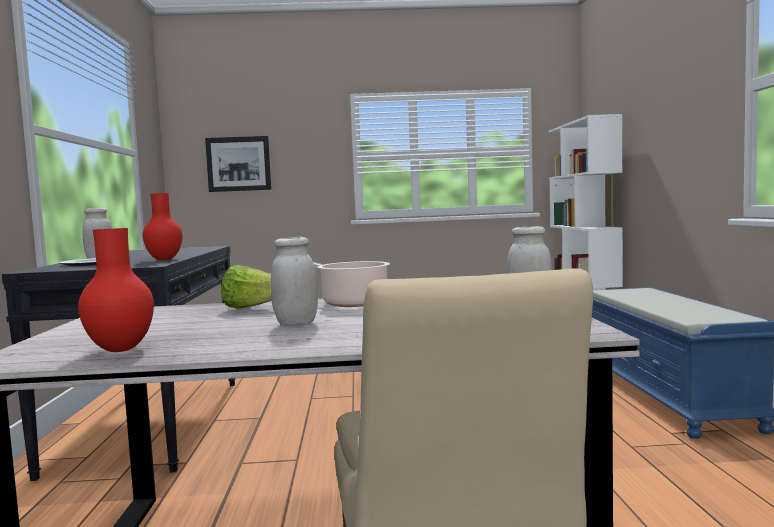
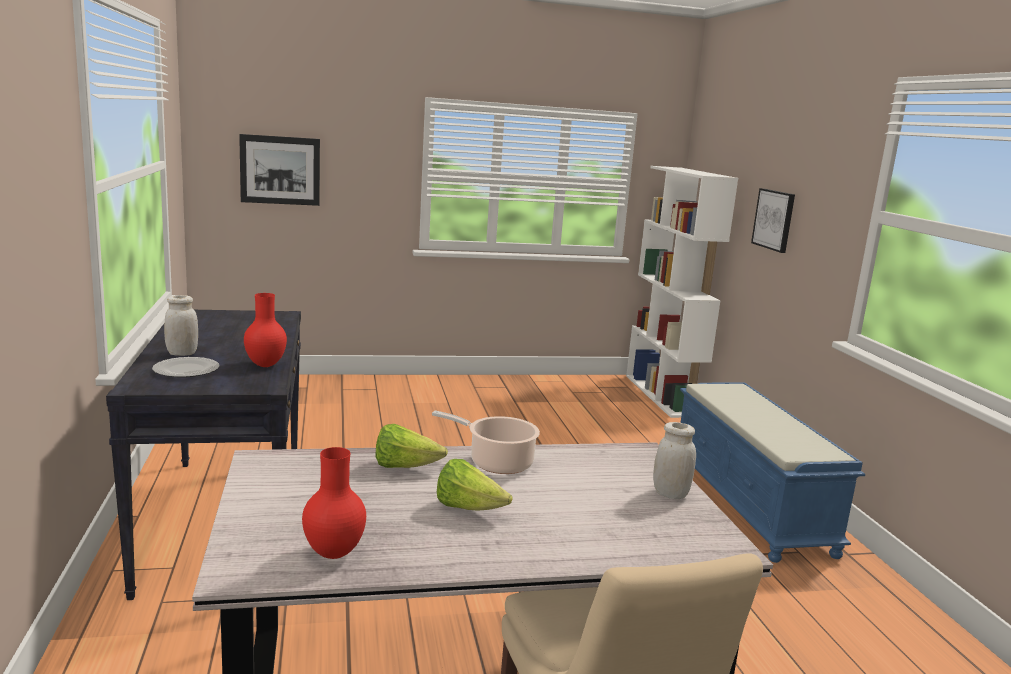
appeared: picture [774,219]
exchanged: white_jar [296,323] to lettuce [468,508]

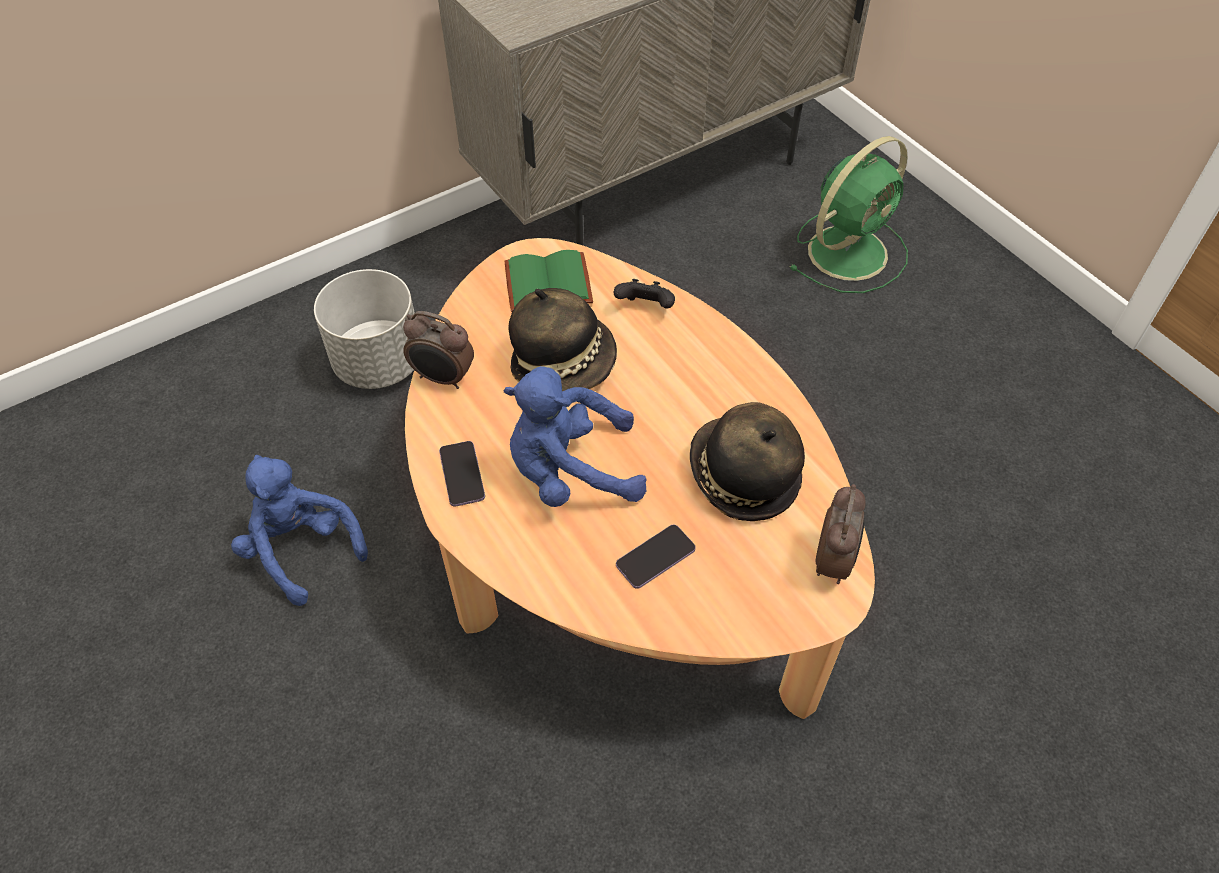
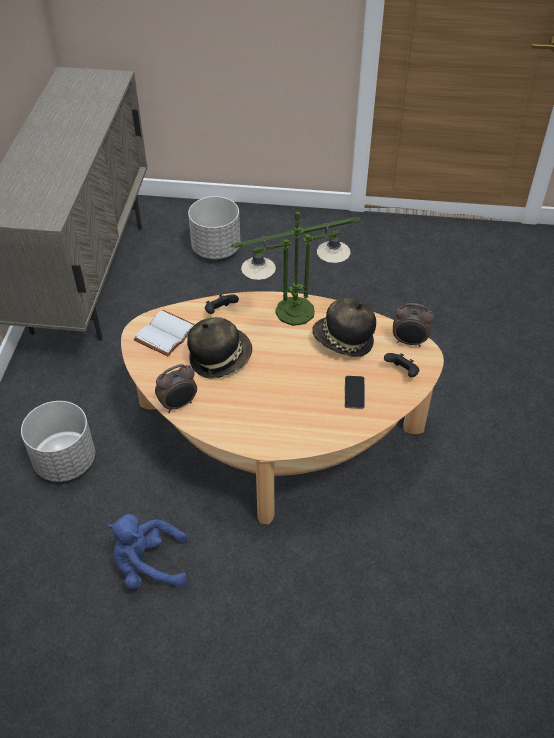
missing: phone [462,475]; blue_plush_toy [570,471]
appeared: table_lamp [295,311]; black_game_controller [402,372]
exchanged: green_fan [850,251] to grey_planter [216,248]
colour: green_book [547,286] to white_book [166,335]
spun: alarm_clock [833,561] = [409,342] 135 degrees clockwise

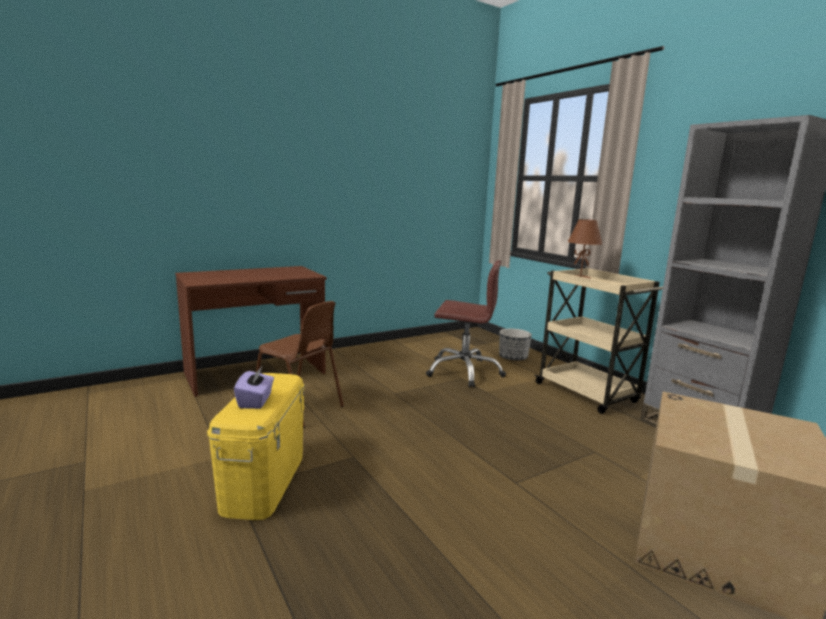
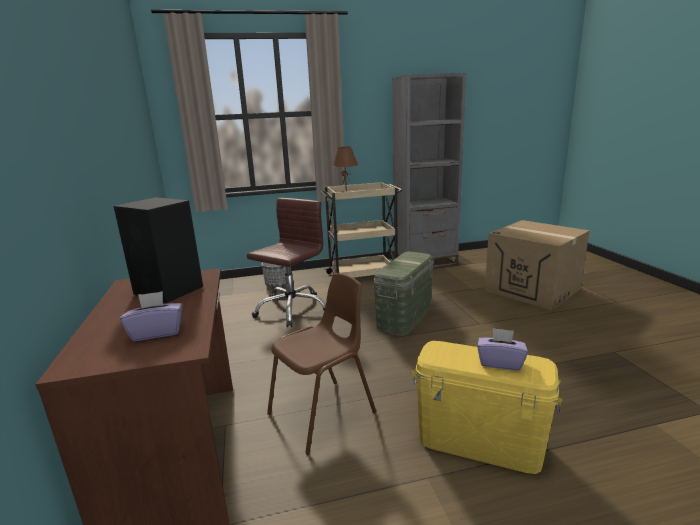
appeared: black_speaker [169,290]; purple_tissue_box [157,332]; green_storage_box [404,317]

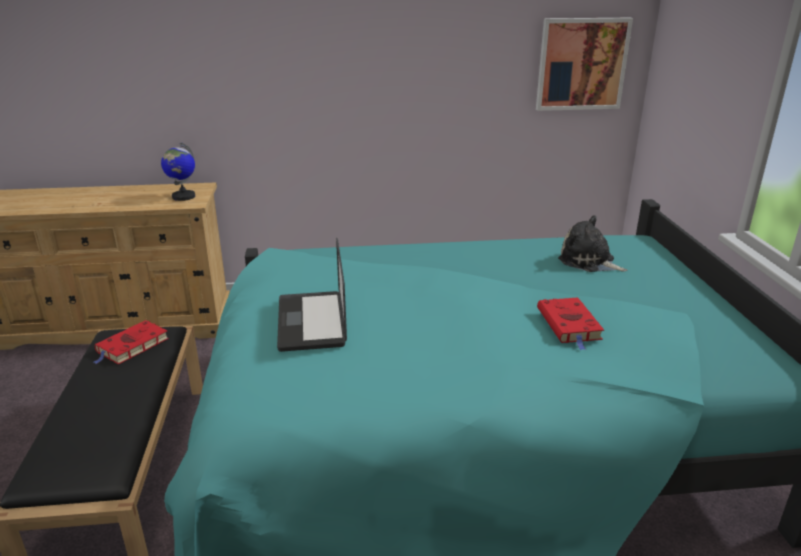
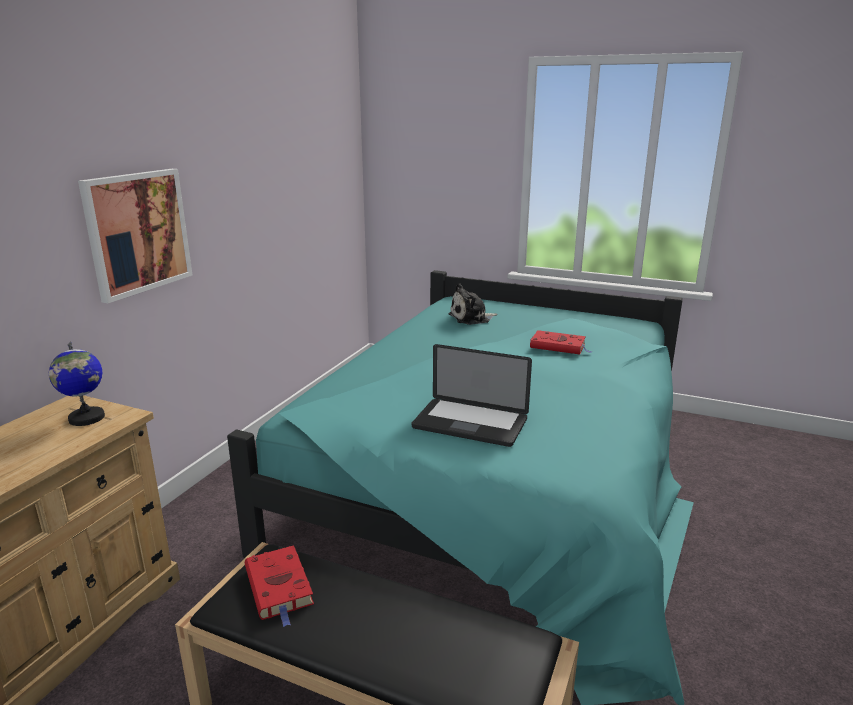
relocated: picture [581,64] to [138,232]

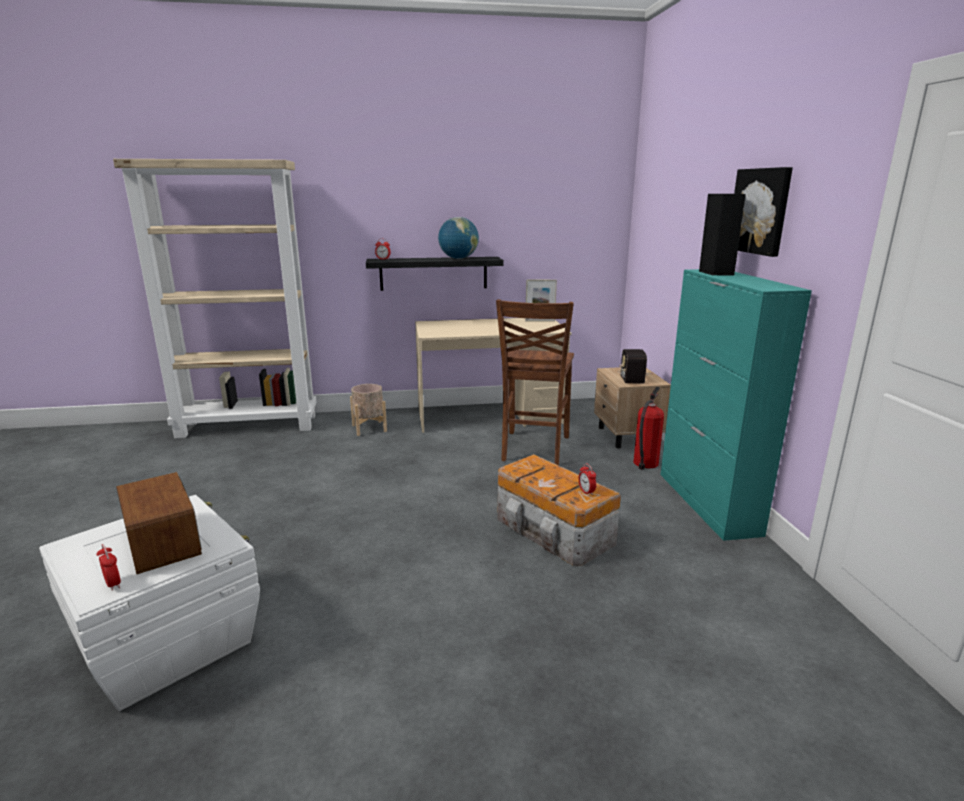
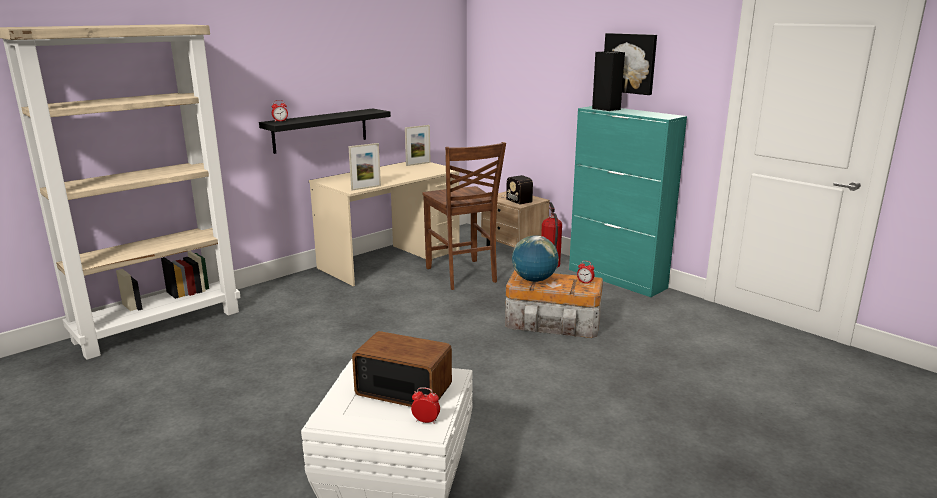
missing: beige_planter [369,428]
appeared: picture_frame [366,188]
relocated: globe [458,258] to [534,280]

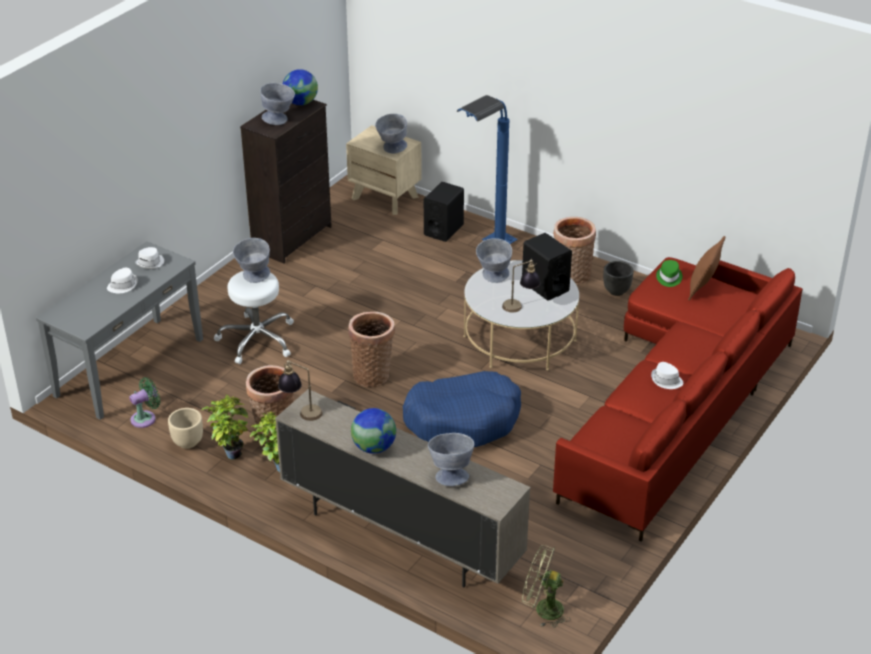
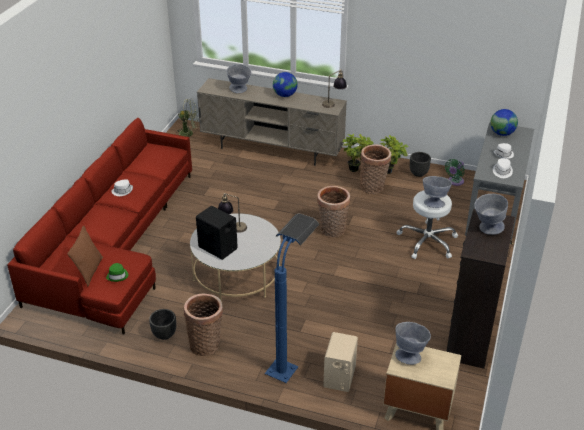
missing: blue_dog_bed [463,420]; grey_bowl [493,277]
relocated: globe [301,103] to [502,133]
colour: beige_planter [187,442] to black_planter [419,173]; black_speaker [443,230] to beige_speaker [339,377]

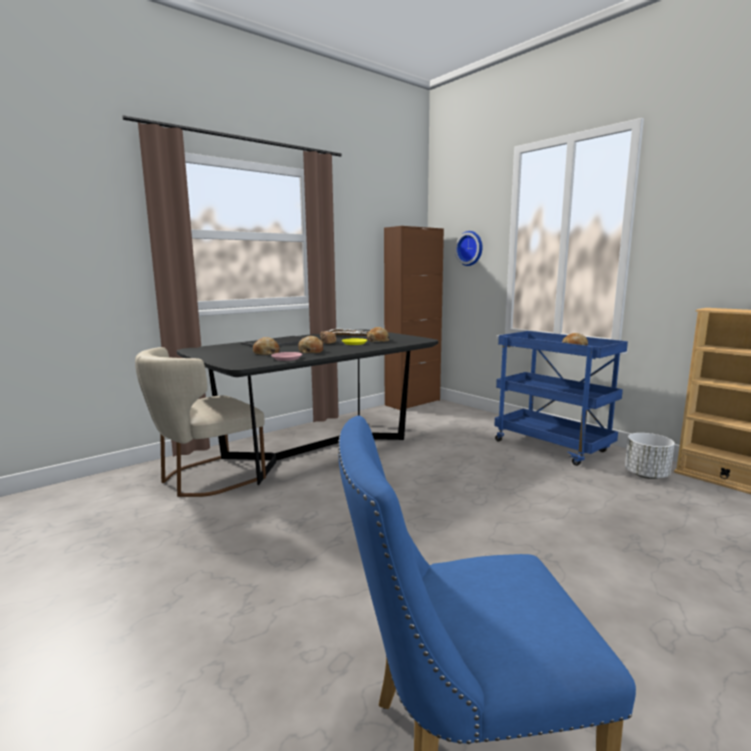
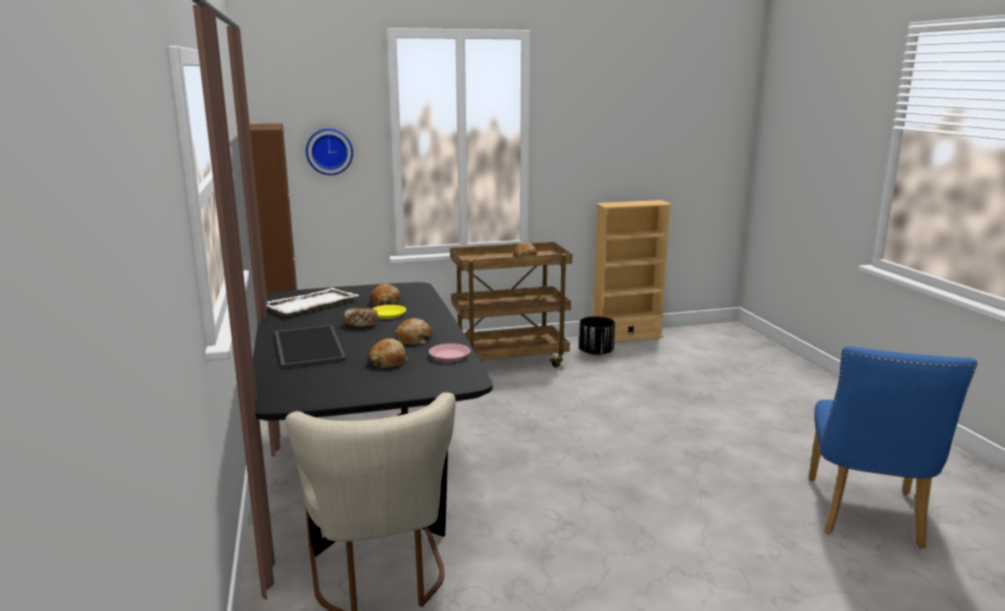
colour: blue_cart [553,447] to brown_cart [510,361]; white_planter [646,475] to black_planter [596,353]

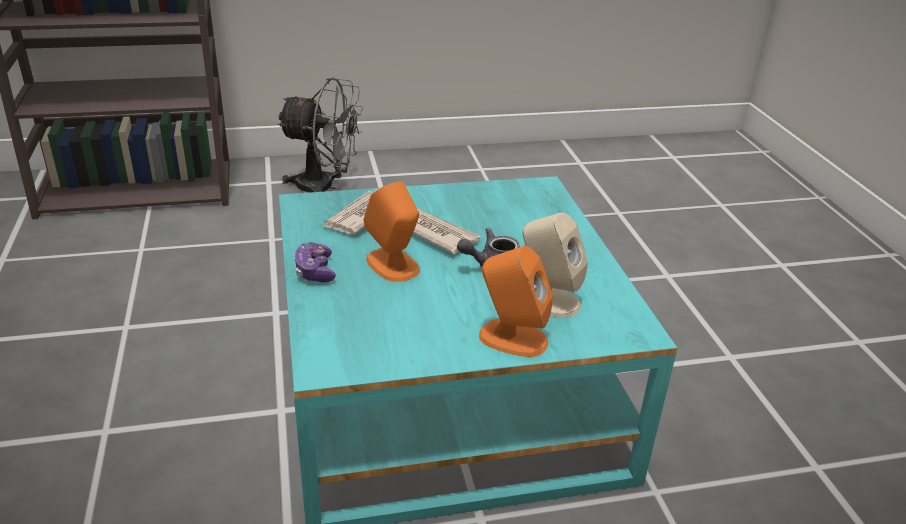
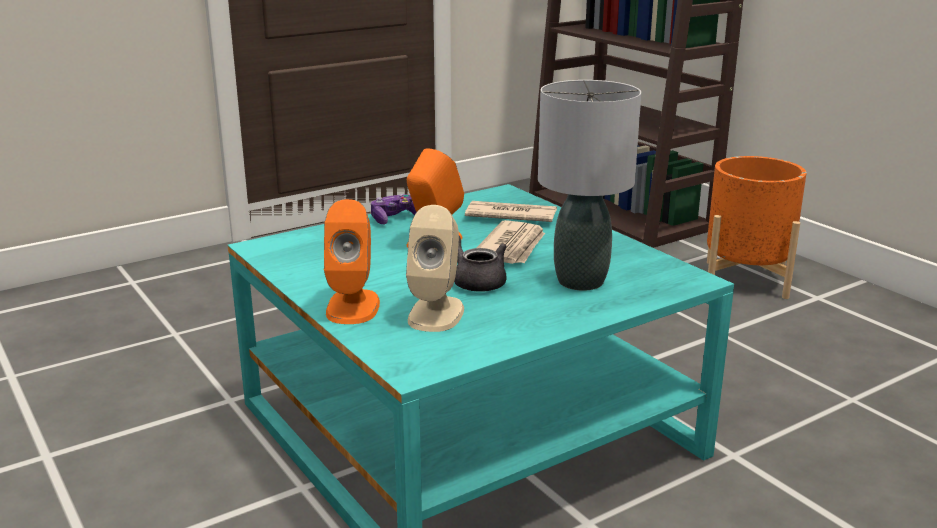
appeared: grey_table_lamp [581,281]
exchanged: grey_fan [325,188] to orange_planter [746,279]

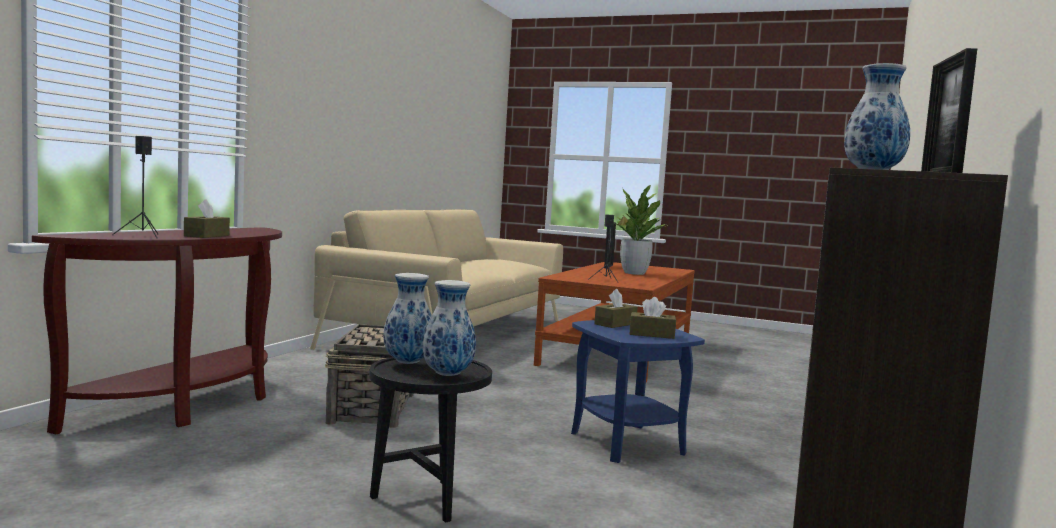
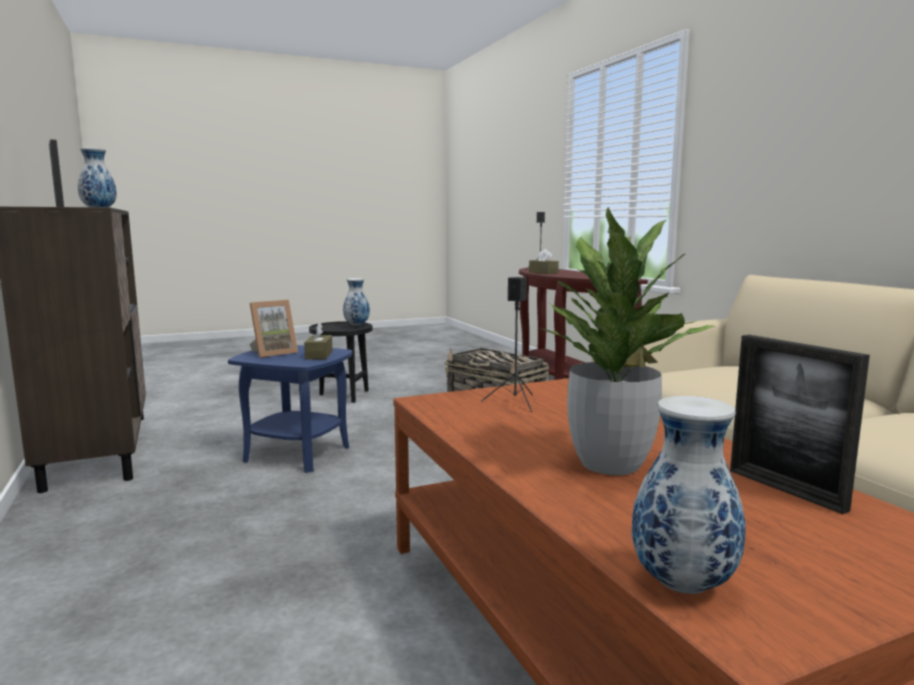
relocated: vase [447,375] to [680,583]
exchanged: brown_tissue_box [651,334] to picture_frame [273,353]

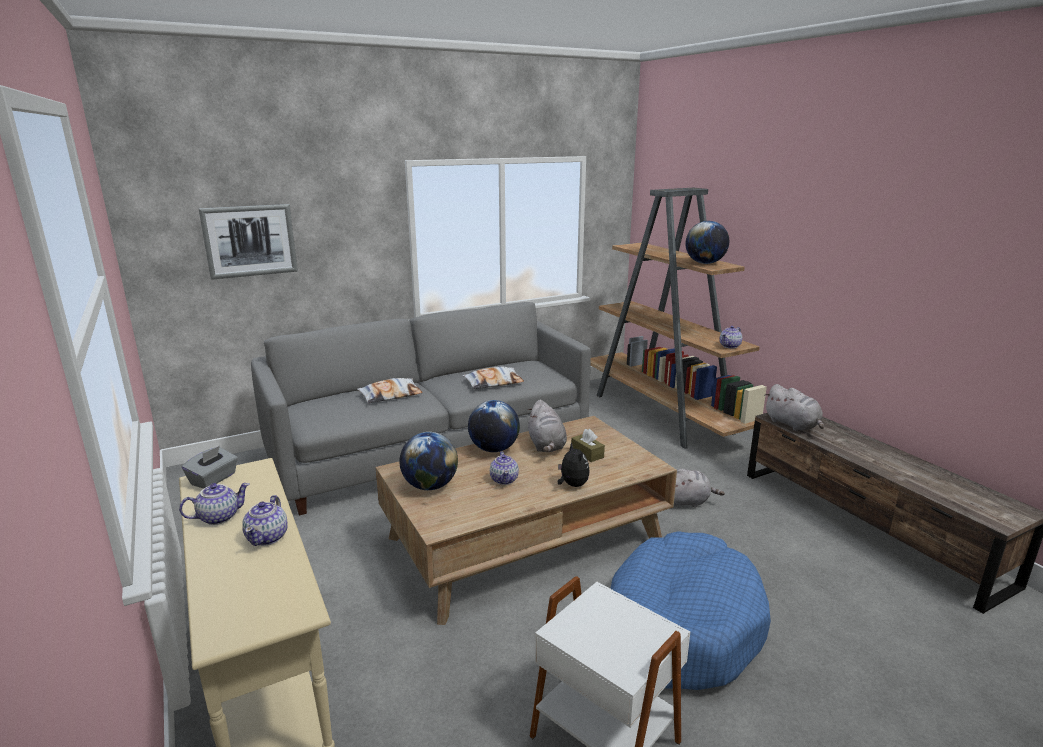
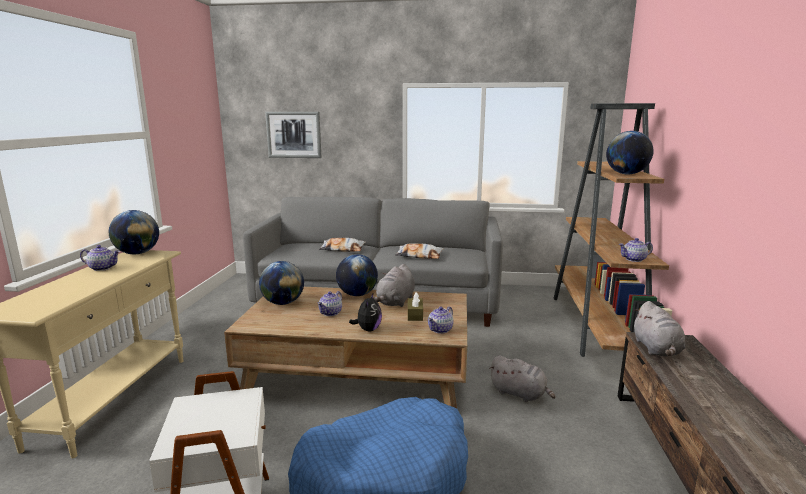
relocated: teapot [268,537] to [440,329]
exchanged: grey_tissue_box [214,479] to globe [137,253]

